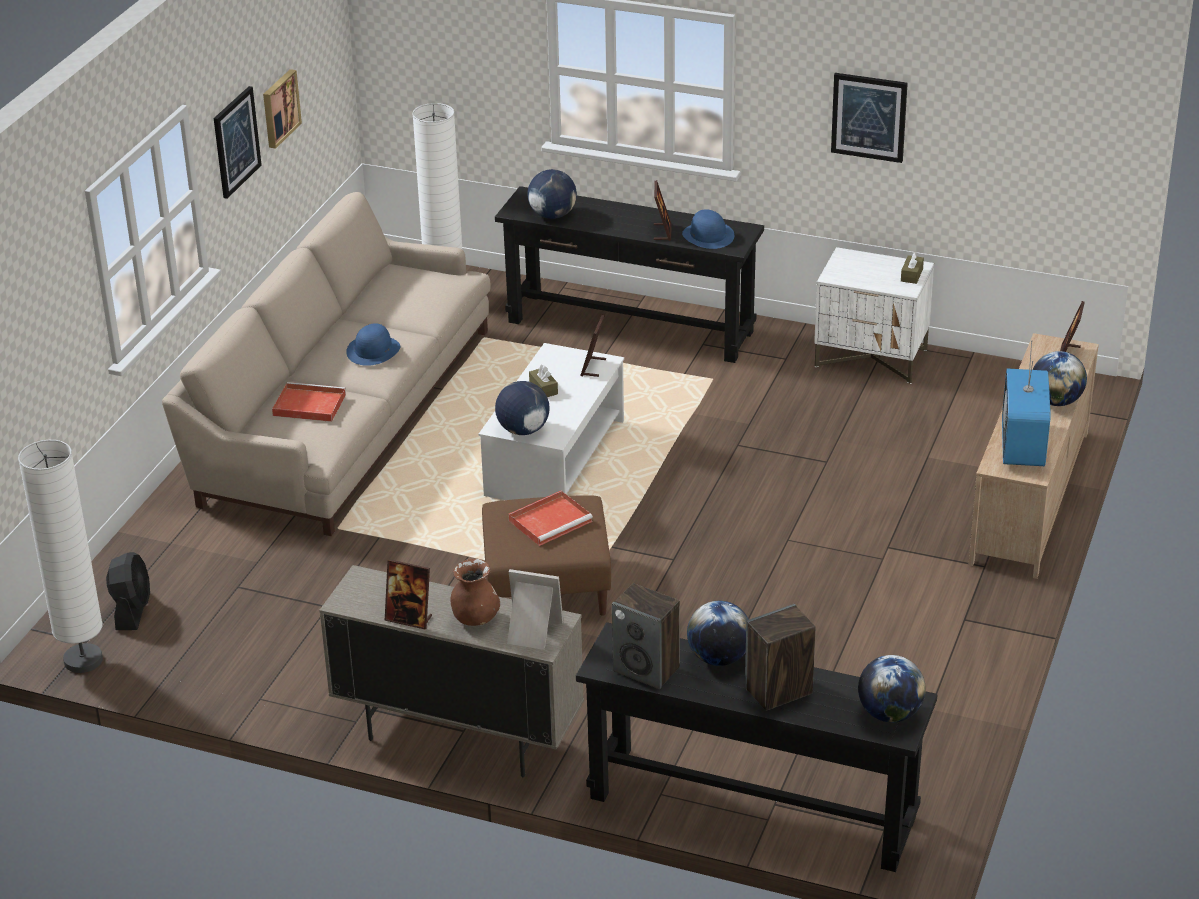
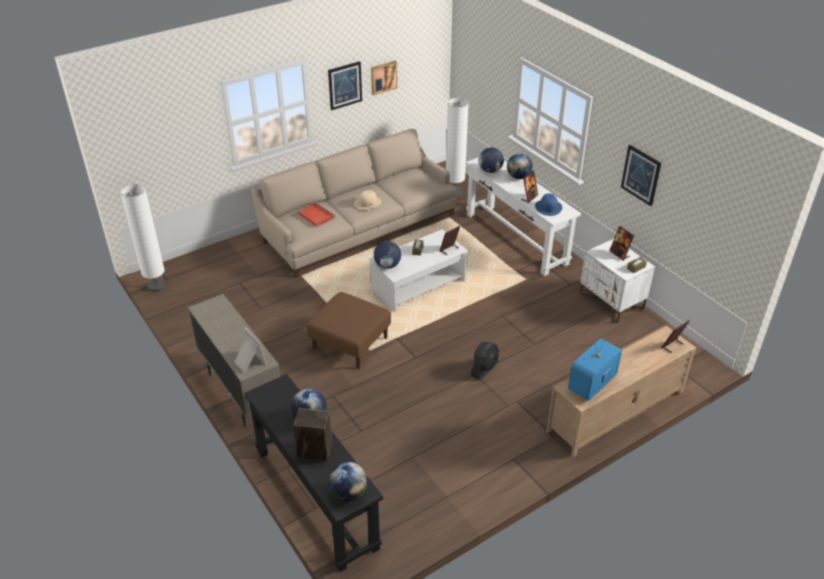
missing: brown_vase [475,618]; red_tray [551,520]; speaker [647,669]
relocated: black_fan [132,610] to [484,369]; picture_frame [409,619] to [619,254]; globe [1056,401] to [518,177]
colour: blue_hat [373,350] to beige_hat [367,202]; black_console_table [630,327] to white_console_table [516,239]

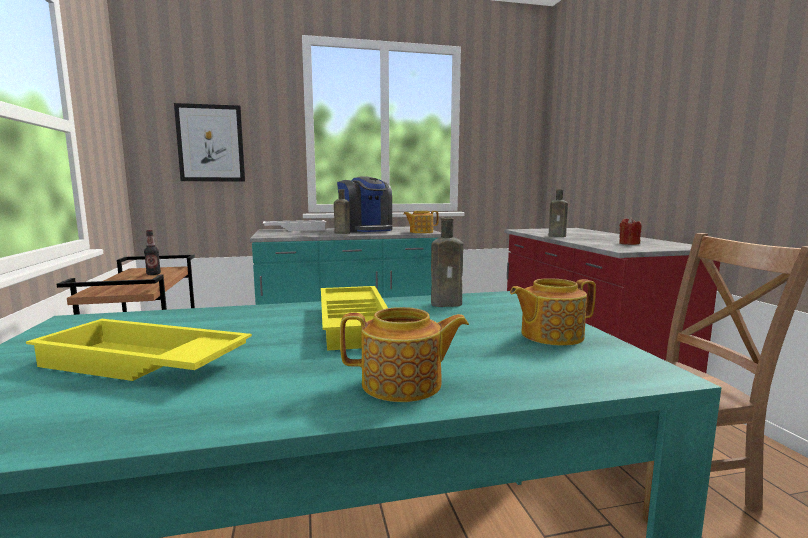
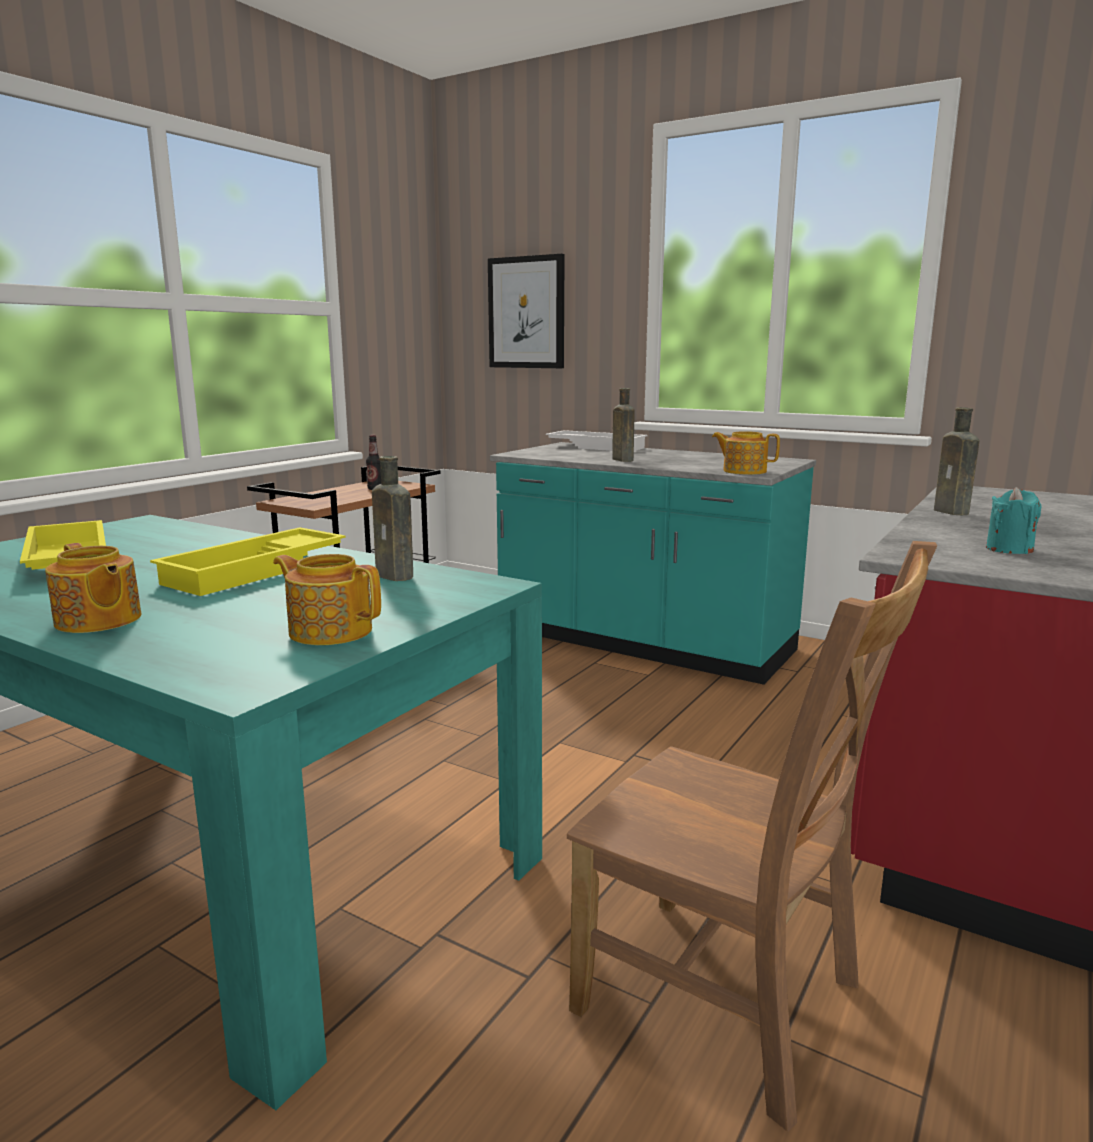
missing: coffee_machine [366,230]
colour: red_candle [629,243] to turquoise_candle [1009,549]

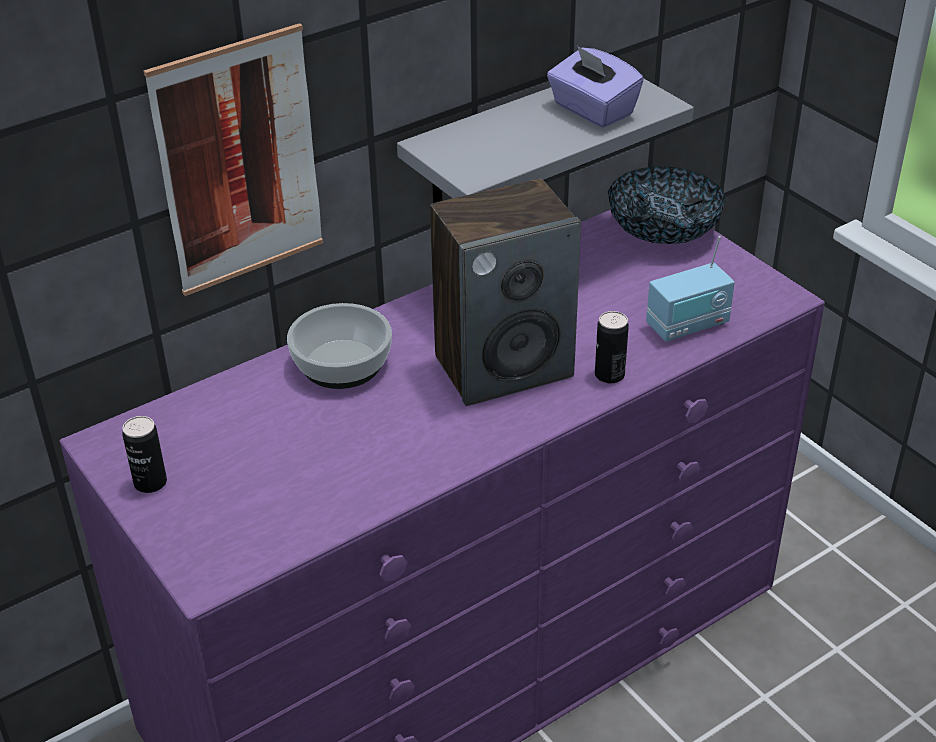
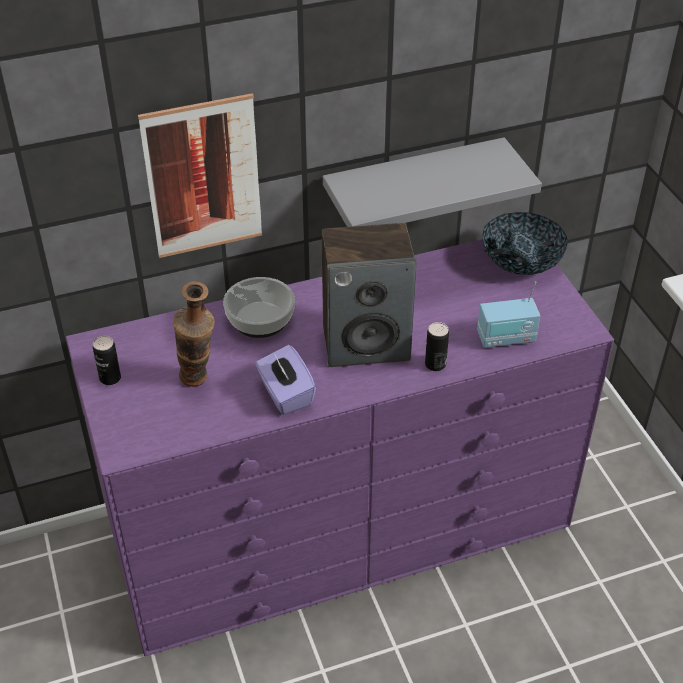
appeared: vase [199,383]
relocated: purple_tissue_box [592,110] to [285,394]

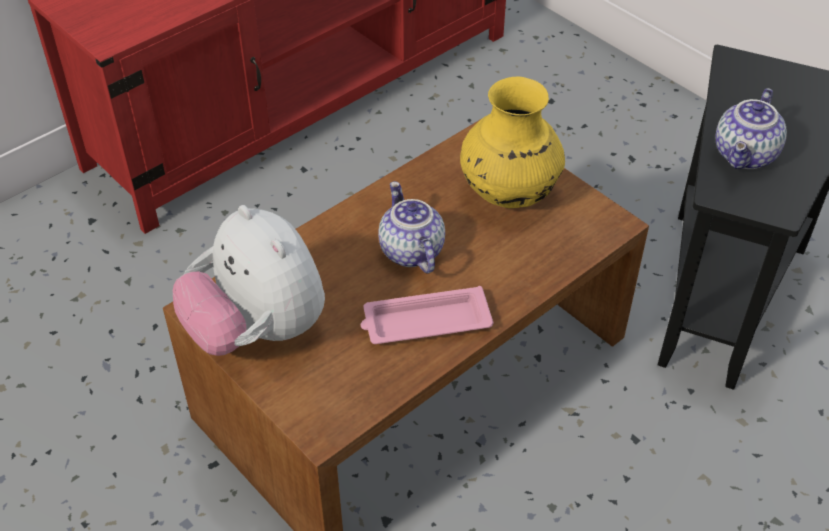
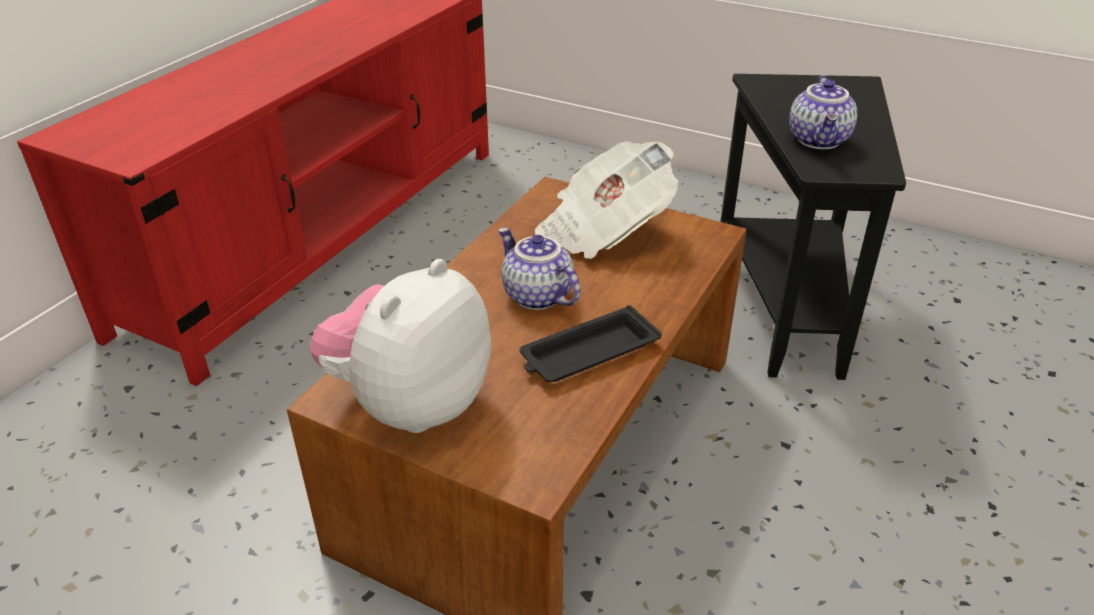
exchanged: yellow_vase [508,193] to newspaper [603,230]
colour: pink_tray [424,322] to black_tray [588,353]
spun: plush_toy [257,331] = [410,404] 90 degrees clockwise

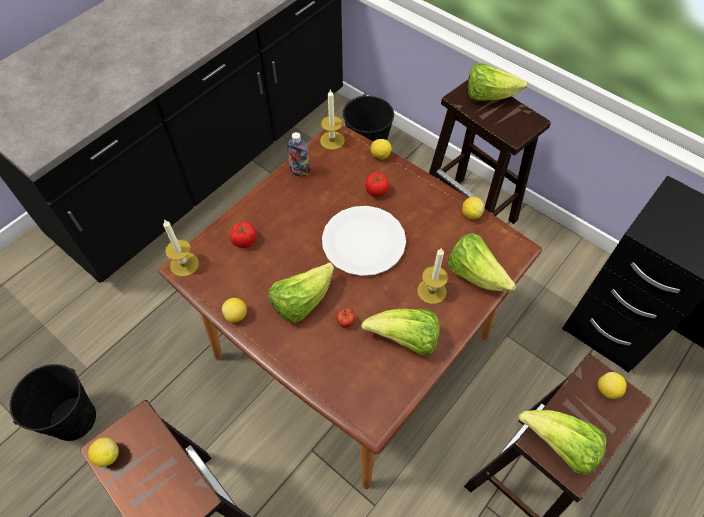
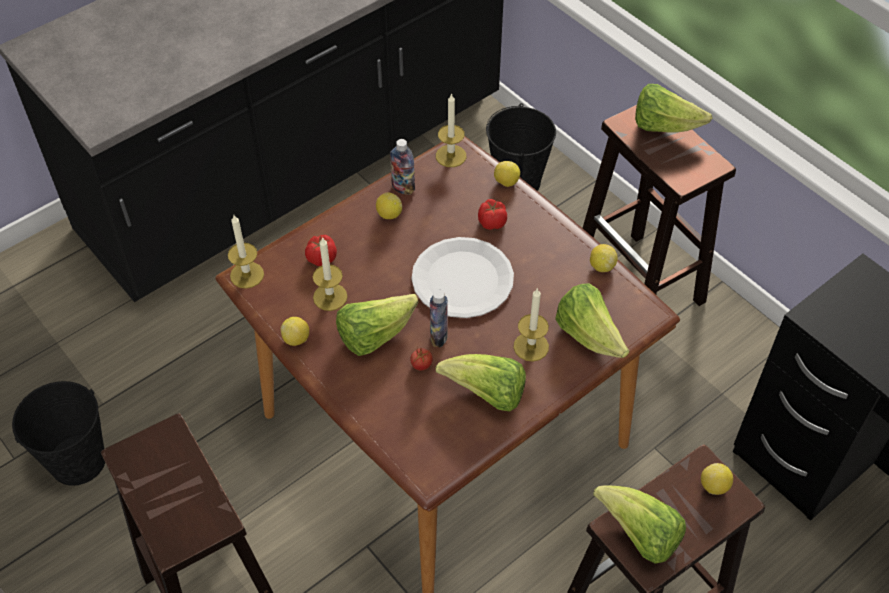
appeared: candle [330,297]; bottle [438,337]
relocated: lemon [108,455] to [389,214]

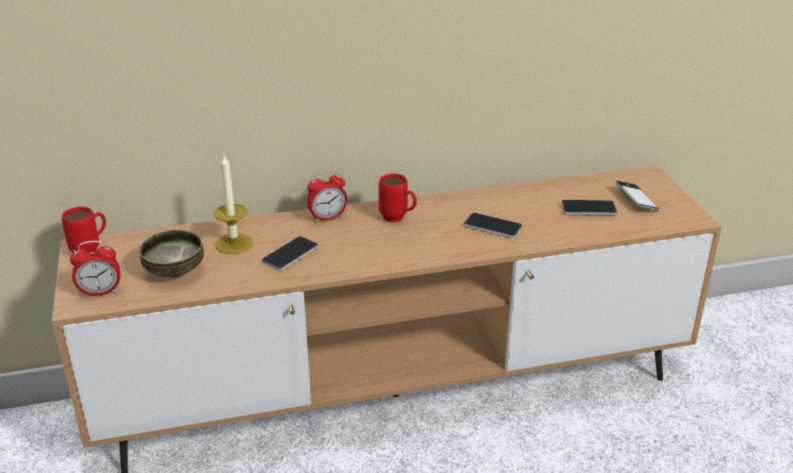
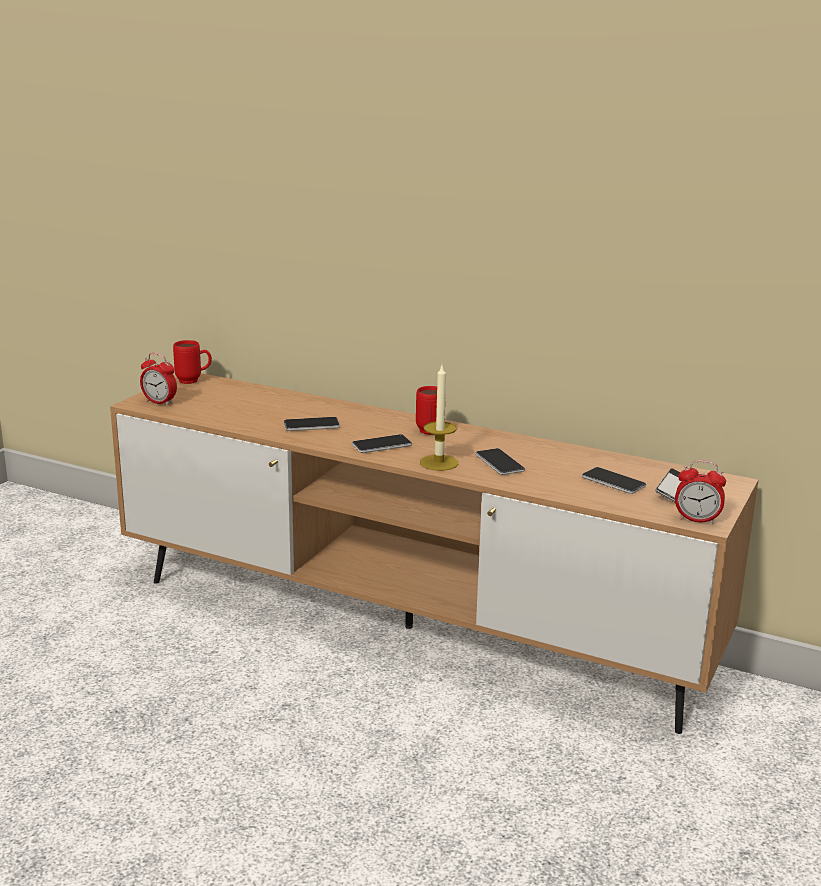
missing: bowl [175,271]
appeared: phone [382,445]
relocated: candle [234,243] to [439,463]; alarm_clock [327,218] to [697,520]

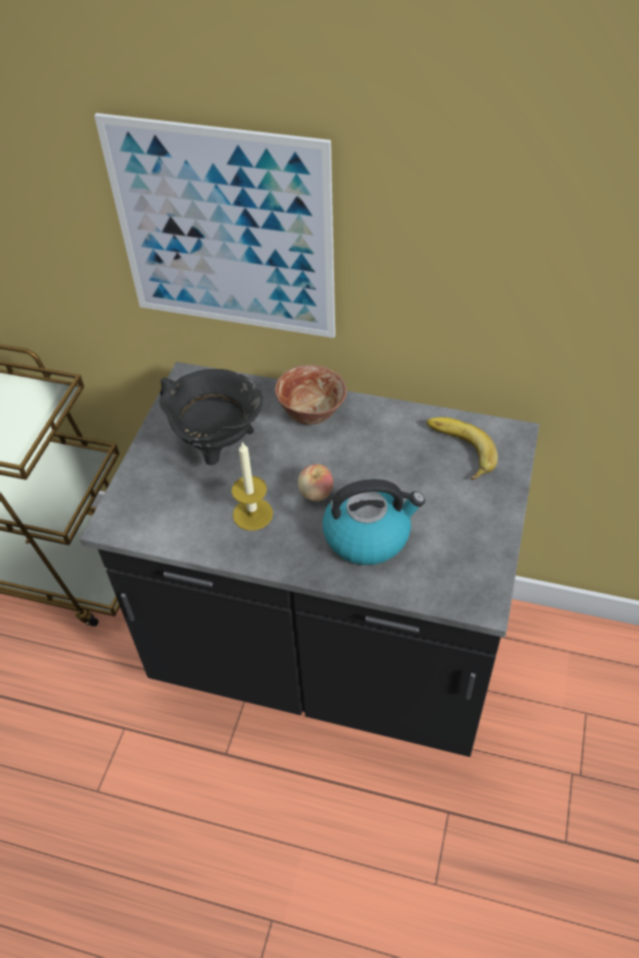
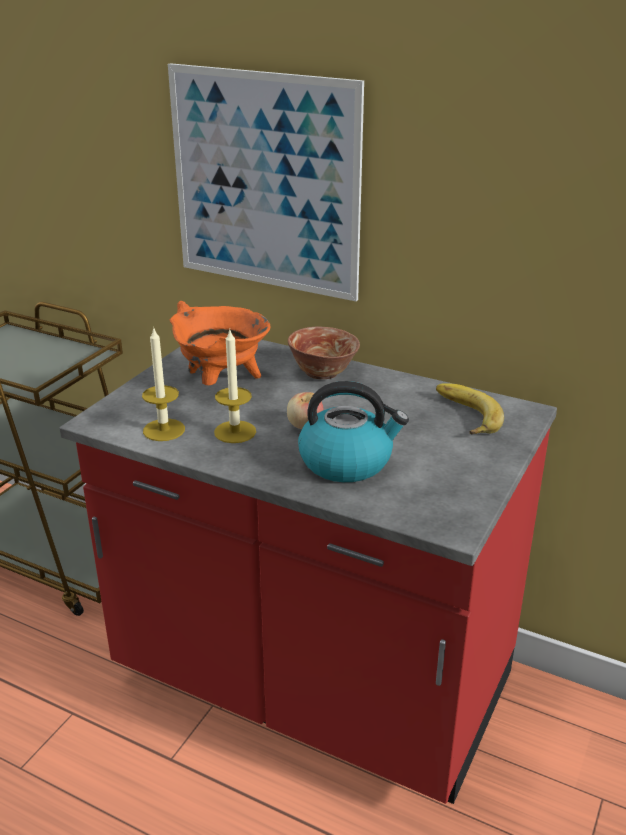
appeared: candle [164,430]
colour: black_counter [327,653] to red_counter [313,682]; black_cooking_pot [217,446] to orange_cooking_pot [221,383]

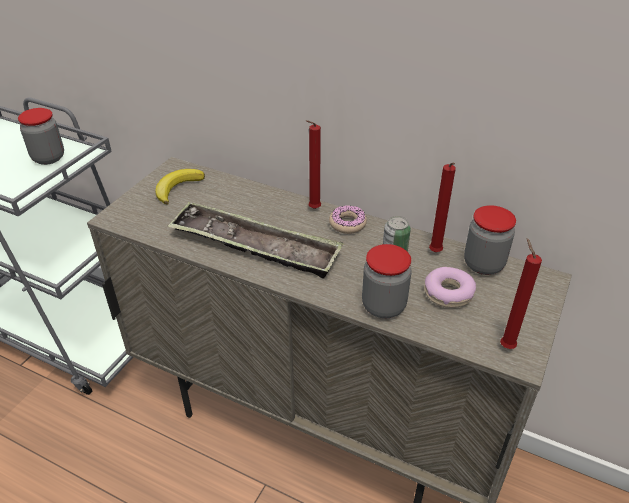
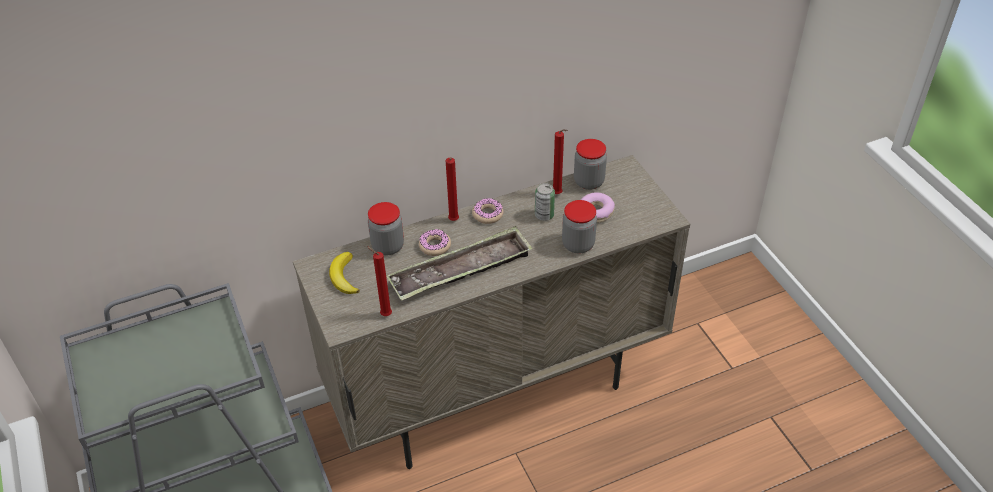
appeared: donut [435,246]
relocated: jar [48,158] to [388,246]; red_candle [505,345] to [384,314]

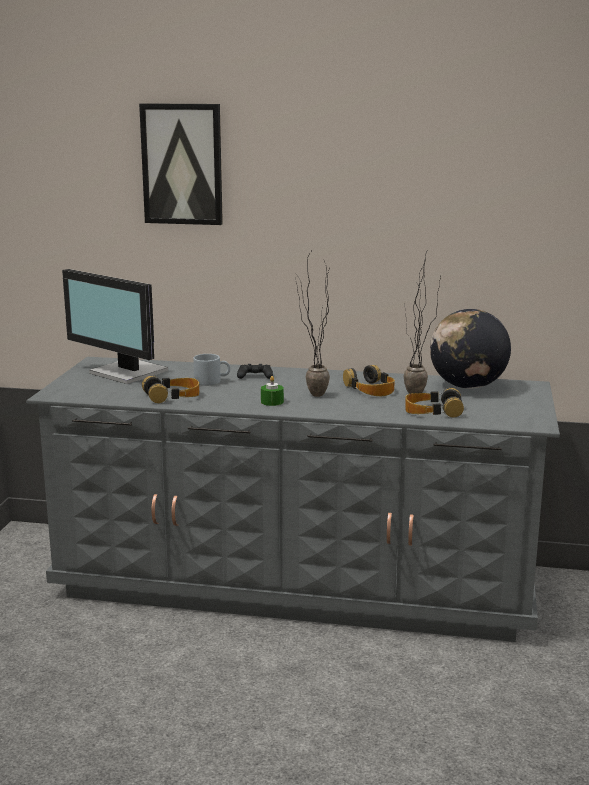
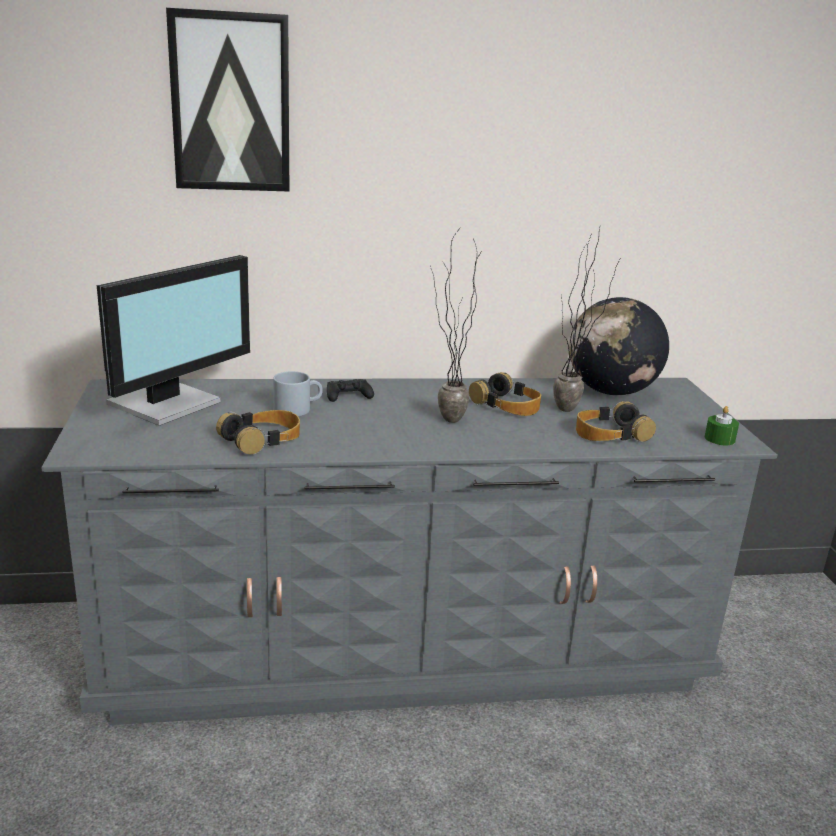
relocated: green_candle [272,402] to [719,439]
spun: monitor [127,373] = [168,404] 75 degrees counterclockwise

